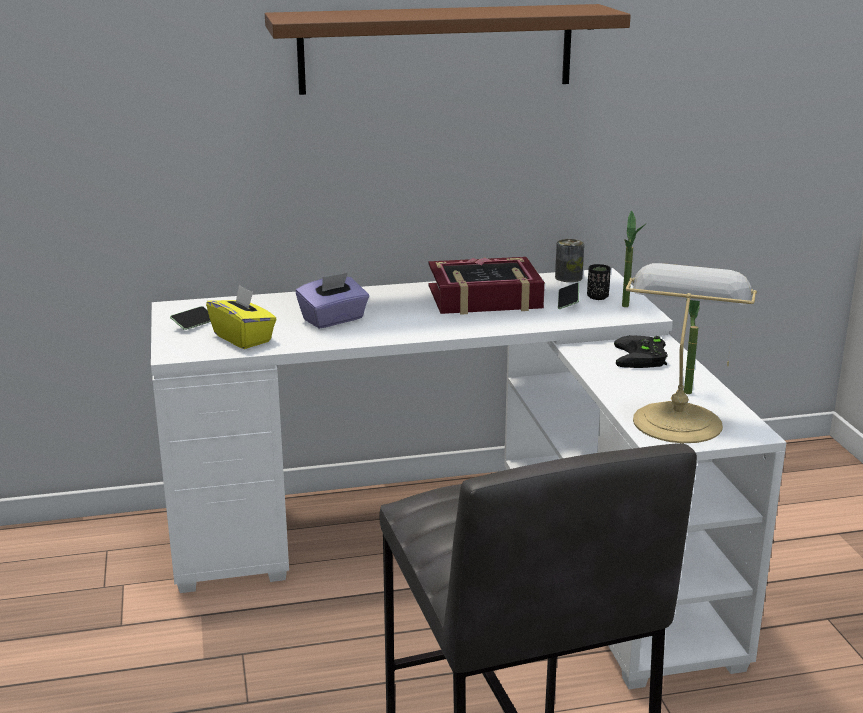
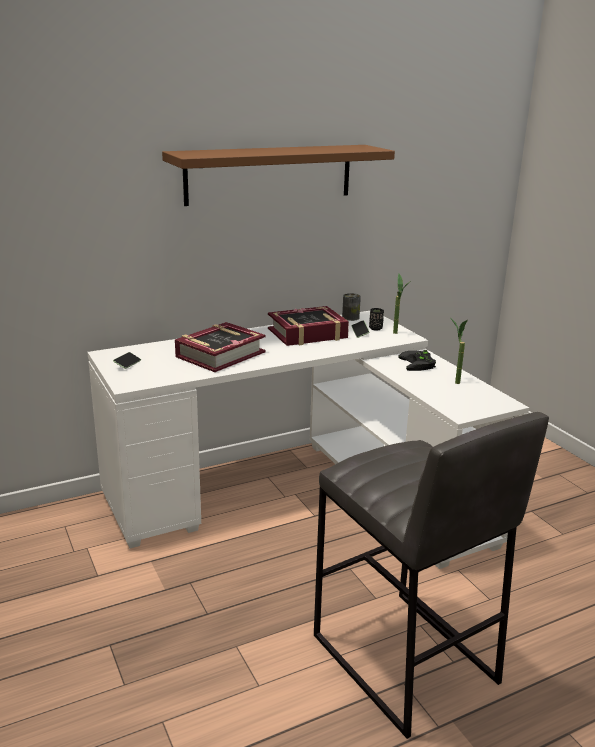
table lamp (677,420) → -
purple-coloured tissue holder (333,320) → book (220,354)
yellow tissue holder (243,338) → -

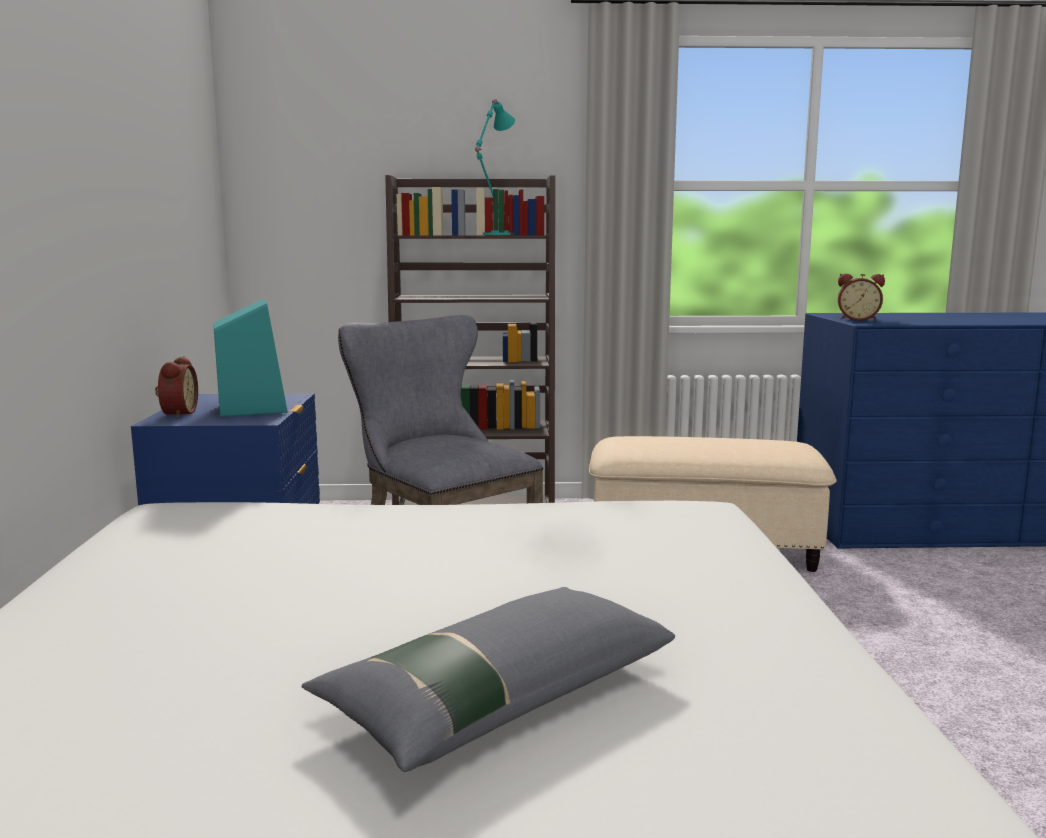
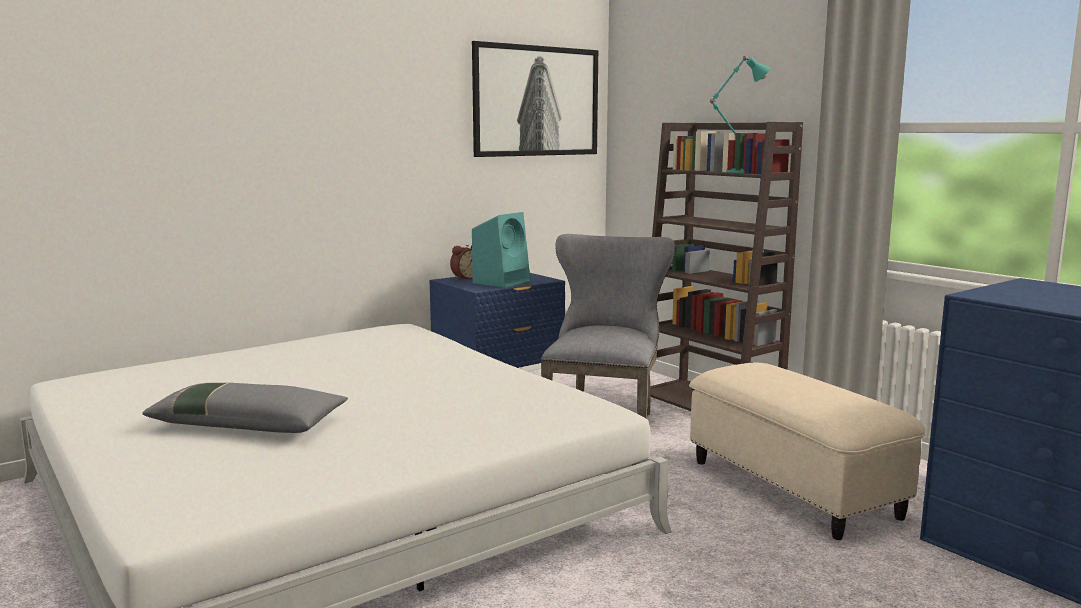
table clock (858,319) → -
- → wall picture (536,101)

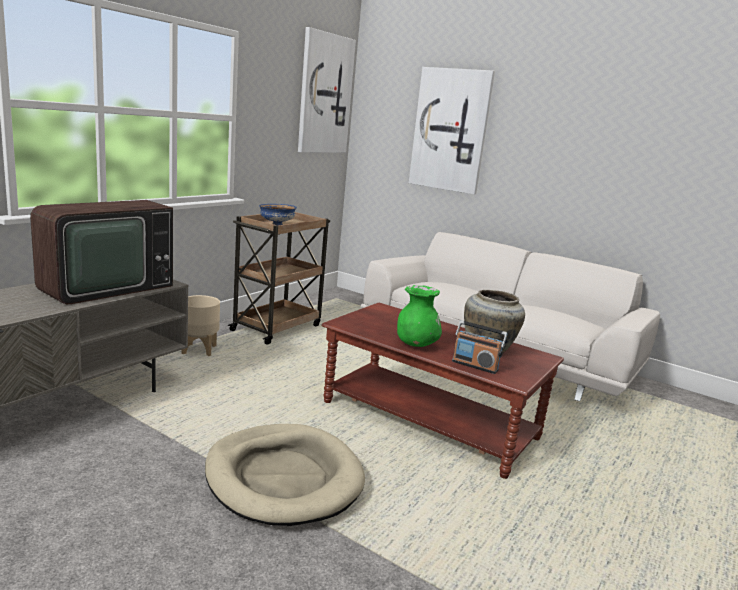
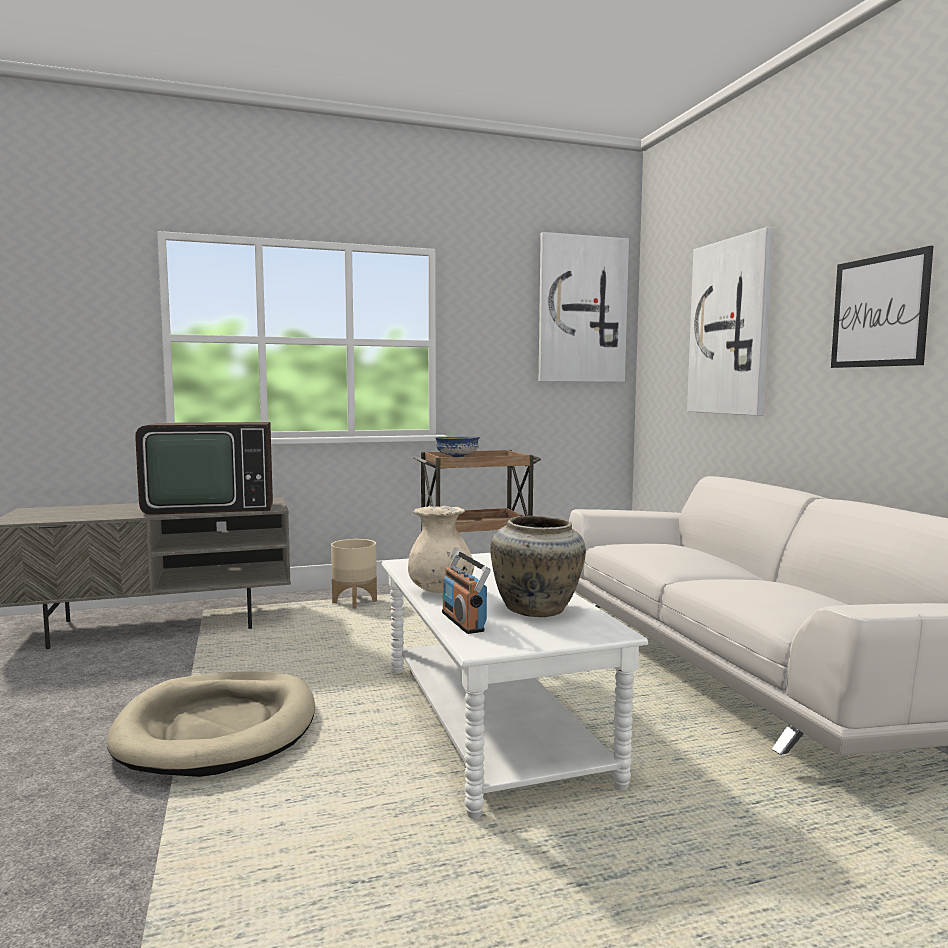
green-coloured vase (416,344) → beige vase (441,591)
brown low table (429,420) → whitish low table (490,721)
- → wall picture (879,311)

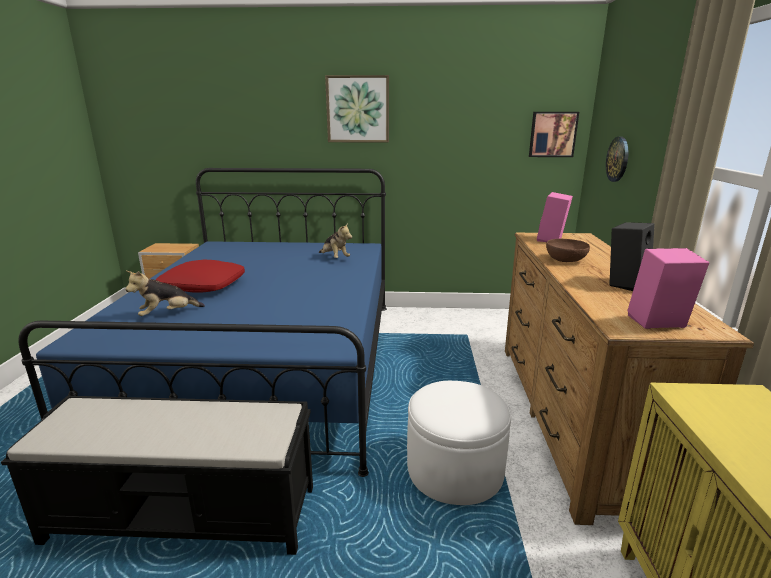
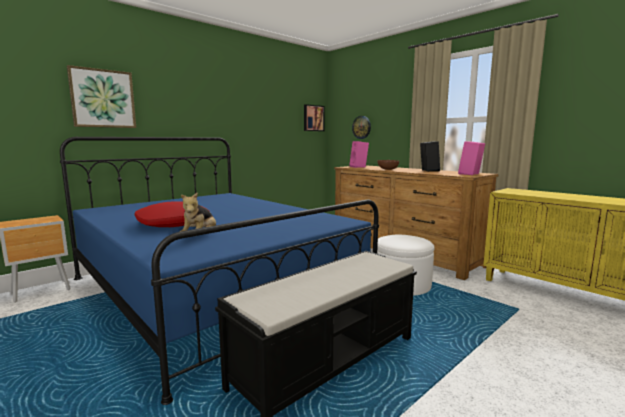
wall picture (358,109) → wall picture (103,98), move
soft toy (334,258) → -

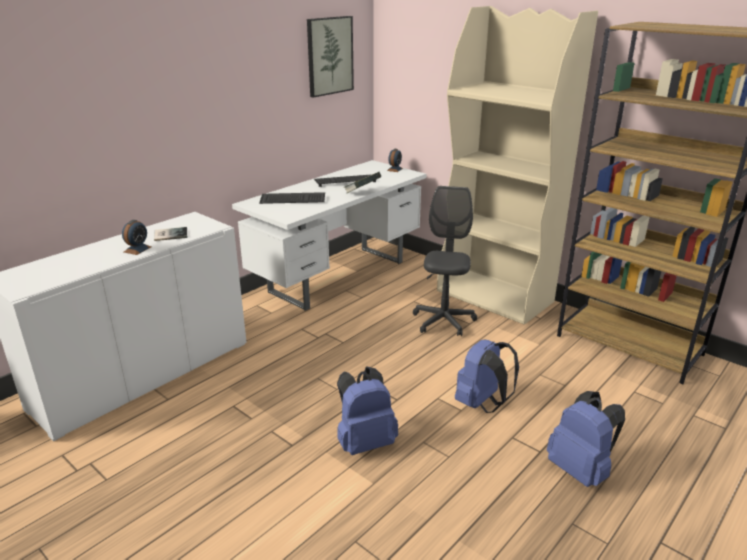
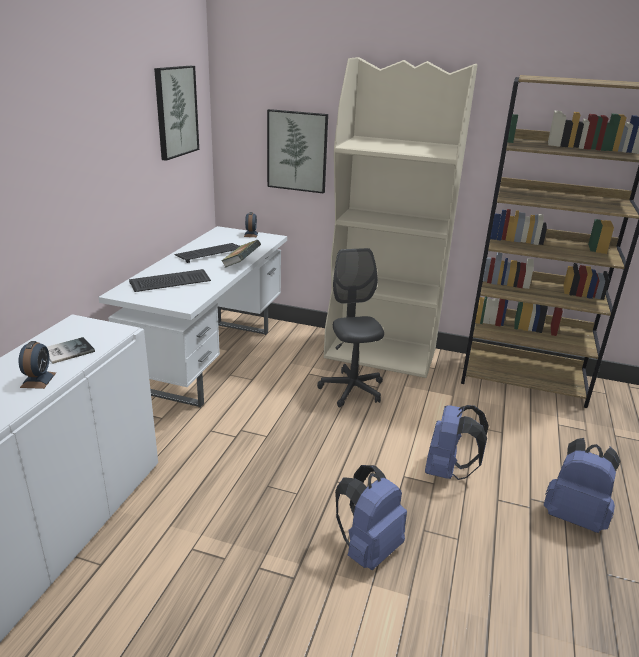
- → wall picture (297,151)

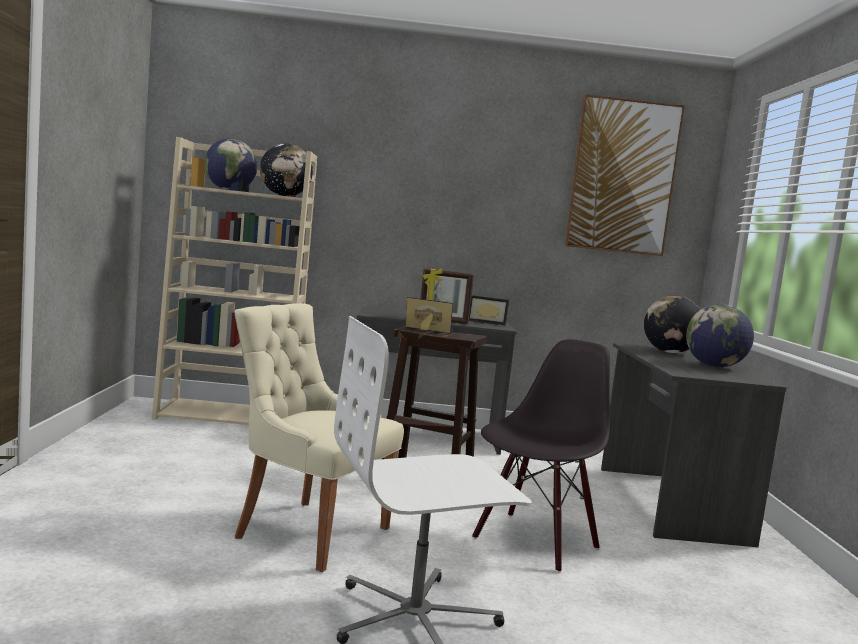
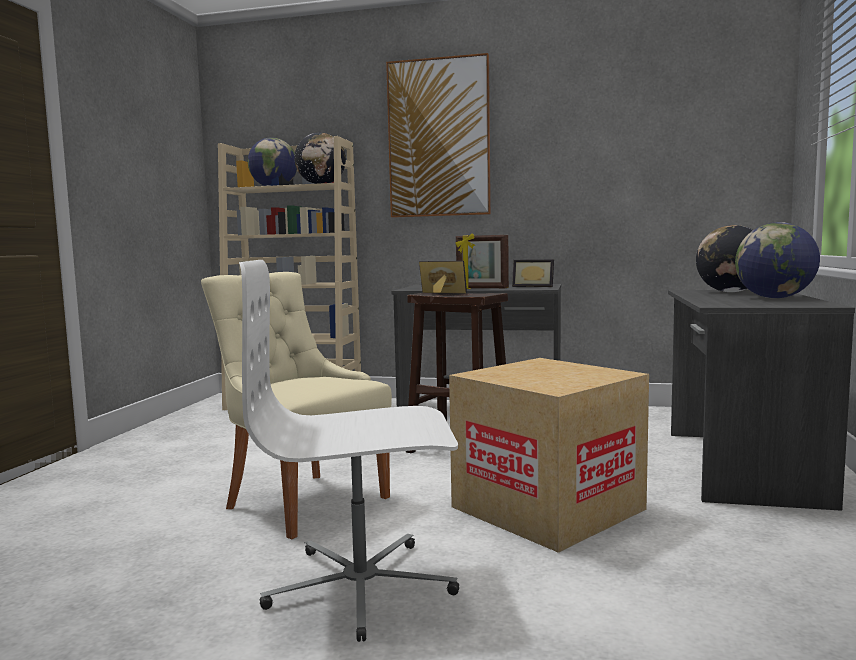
wall picture (622,176) → wall picture (439,138), move
blackish upright chair (534,542) → cardboard box (547,508)

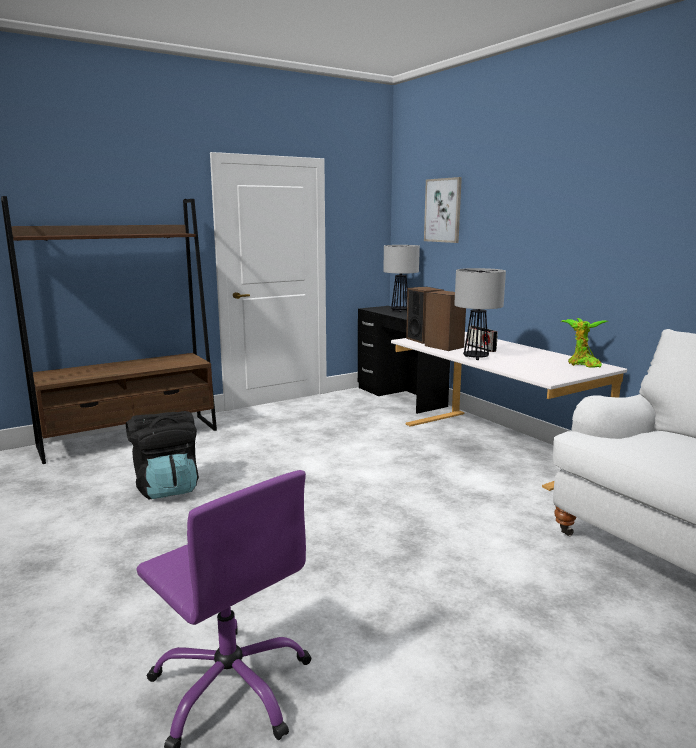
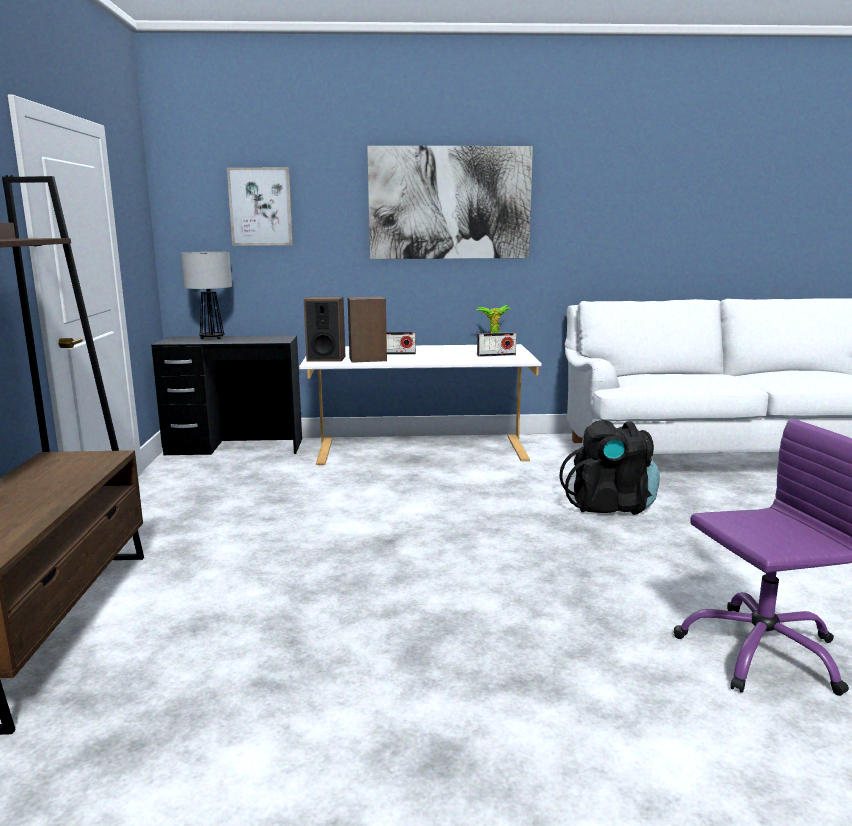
table lamp (475,357) → -
blackish backpack (167,488) → blackish backpack (610,505), move
- → wall picture (449,203)
- → radio set (496,355)

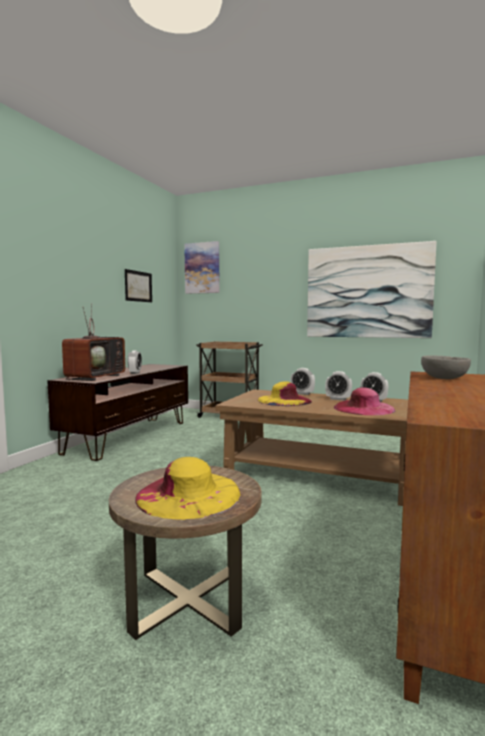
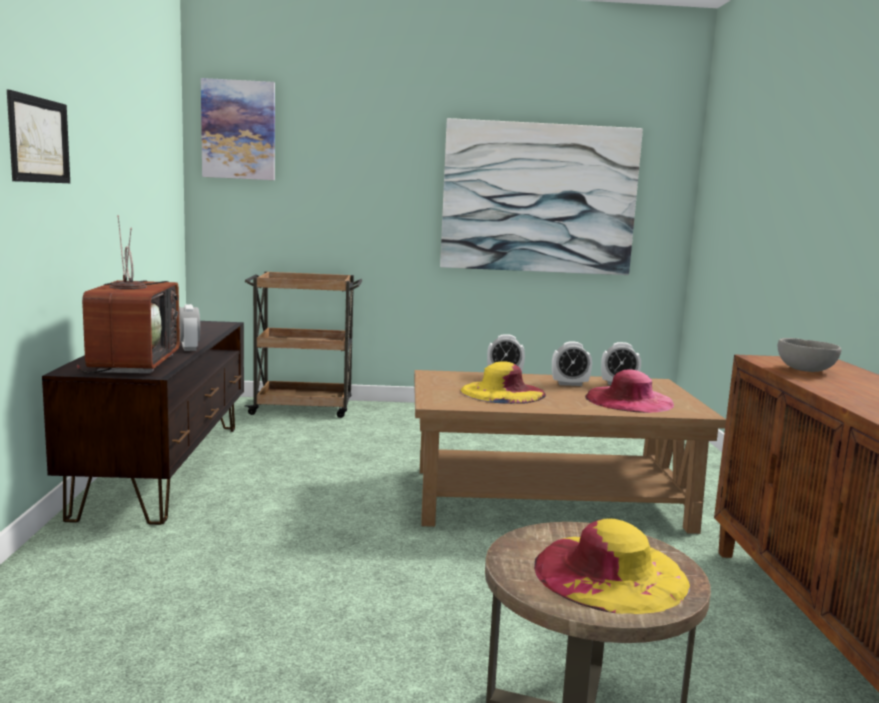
wall picture (138,286) → wall picture (39,140), move

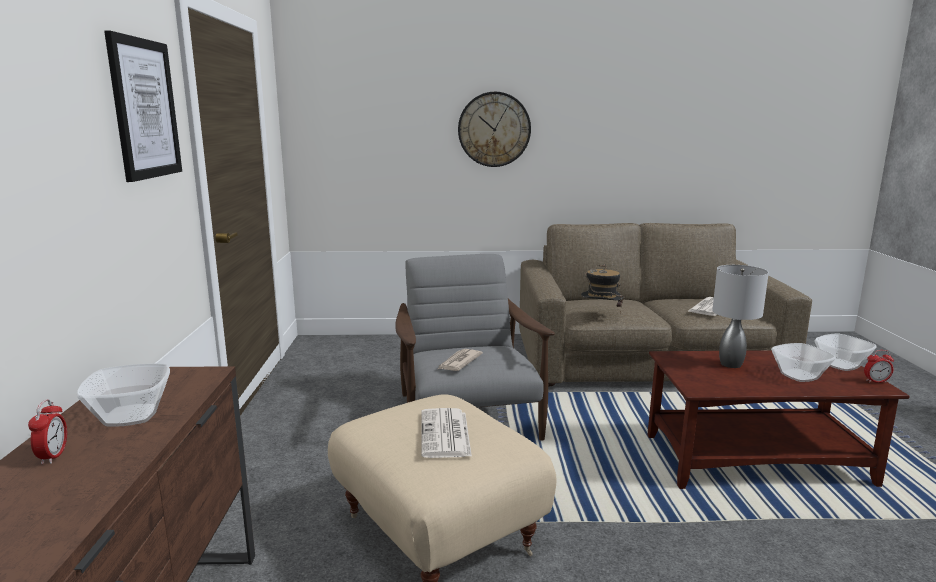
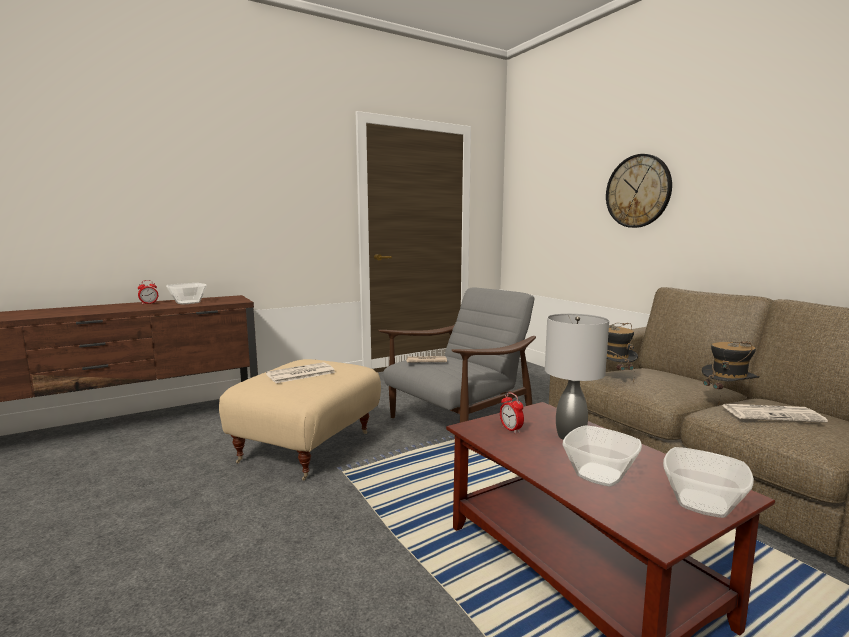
wall picture (145,109) → -
table clock (876,381) → table clock (511,429), move
- → wearable hat (726,399)

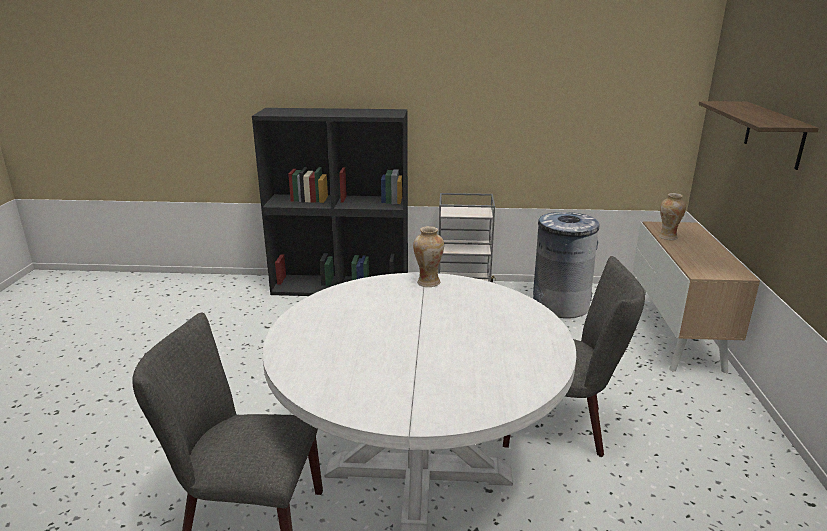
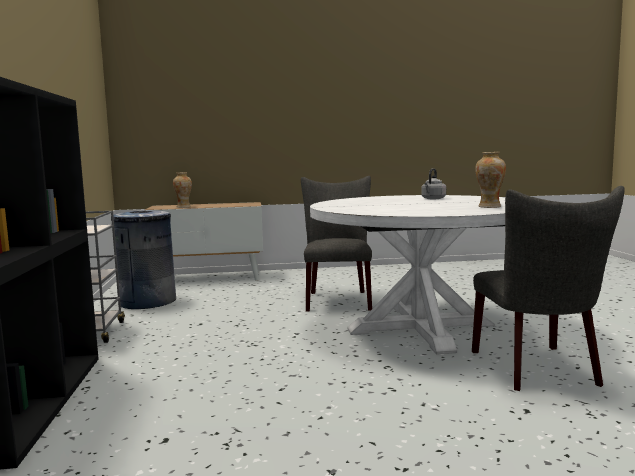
wall shelf (774,134) → -
vase (428,282) → vase (489,206), move
- → gray kettle (433,199)

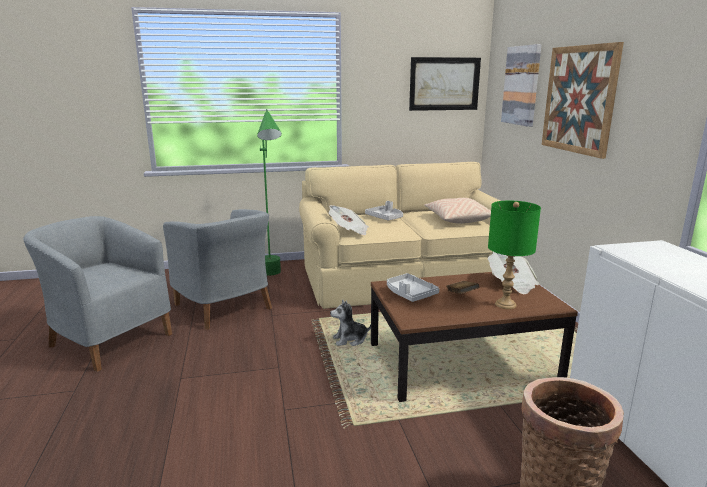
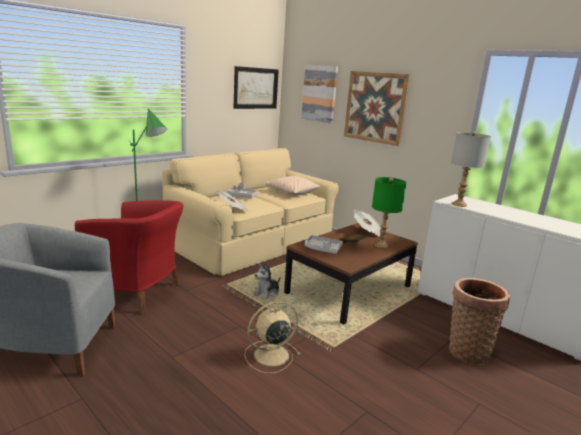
gray lounge chair (225,308) → reddish lounge chair (137,293)
- → gray table lamp (459,204)
- → beige electric fan (269,355)

